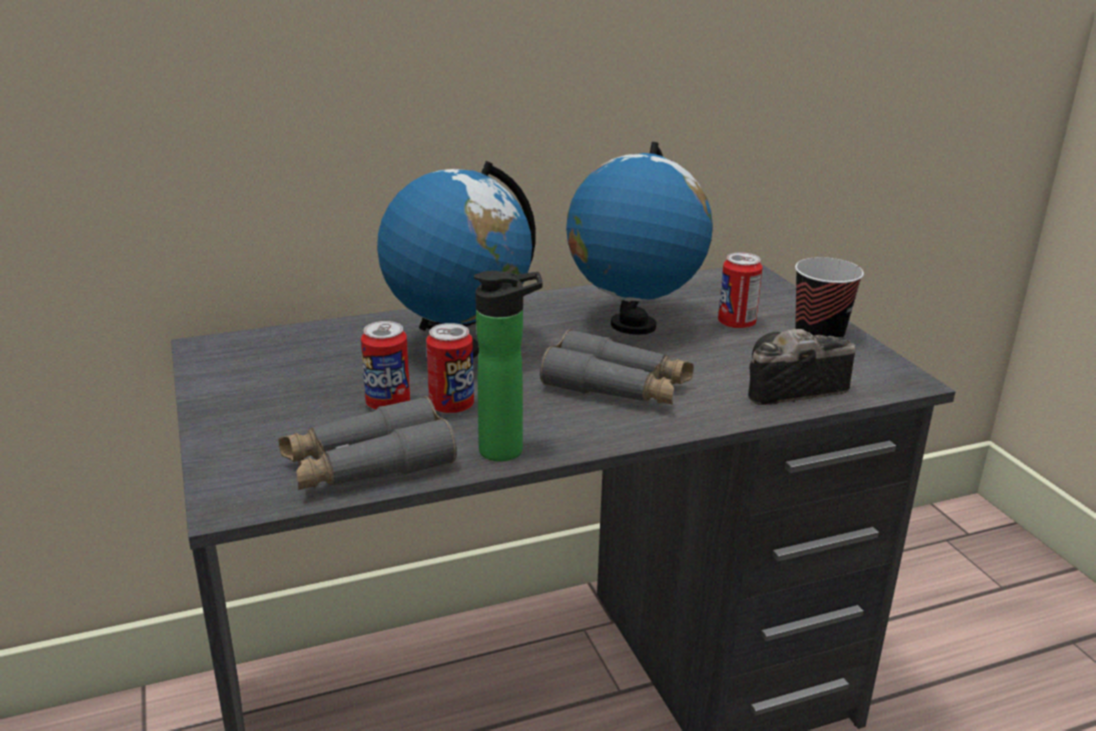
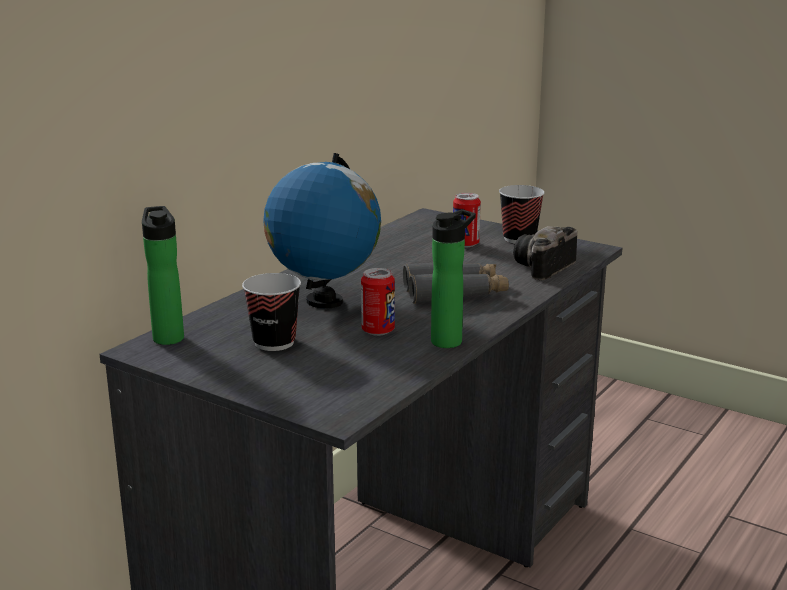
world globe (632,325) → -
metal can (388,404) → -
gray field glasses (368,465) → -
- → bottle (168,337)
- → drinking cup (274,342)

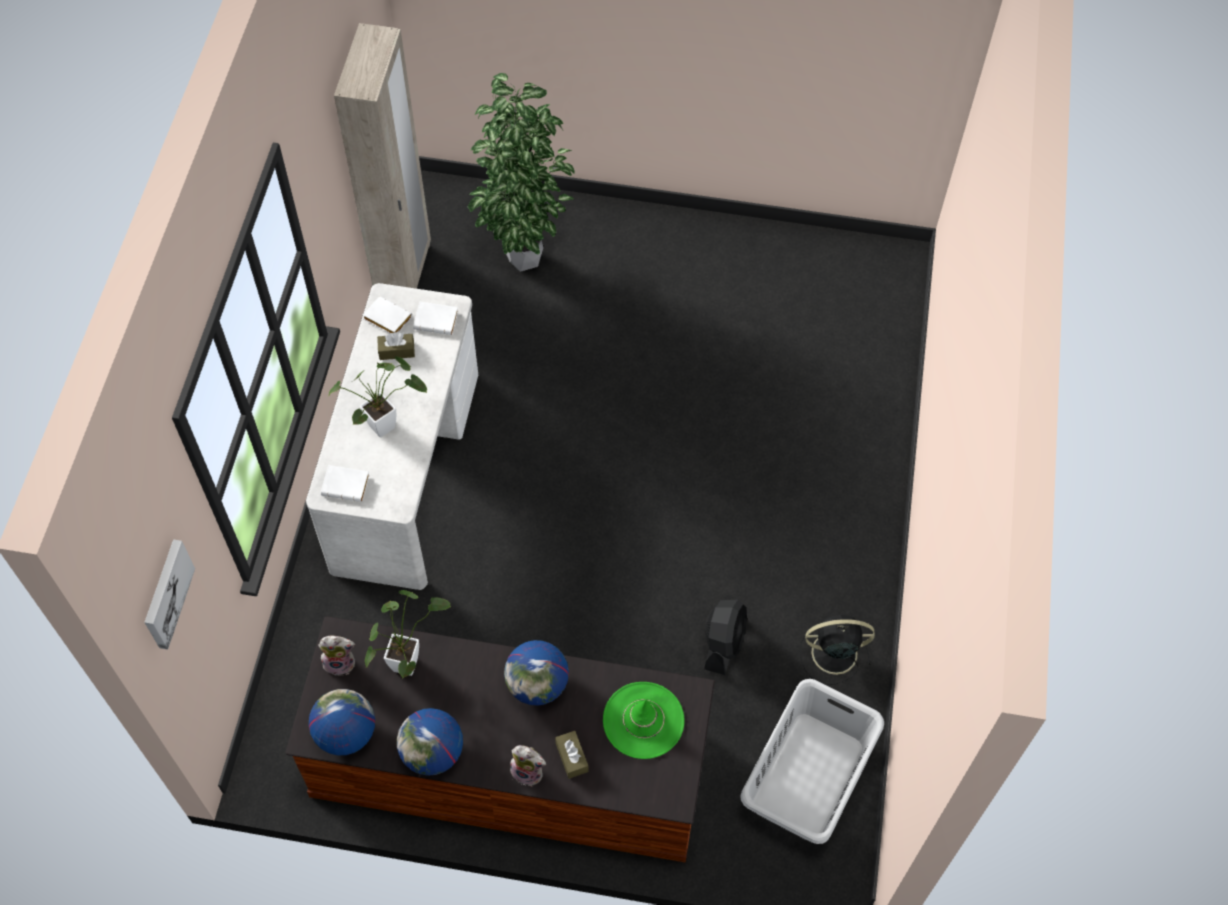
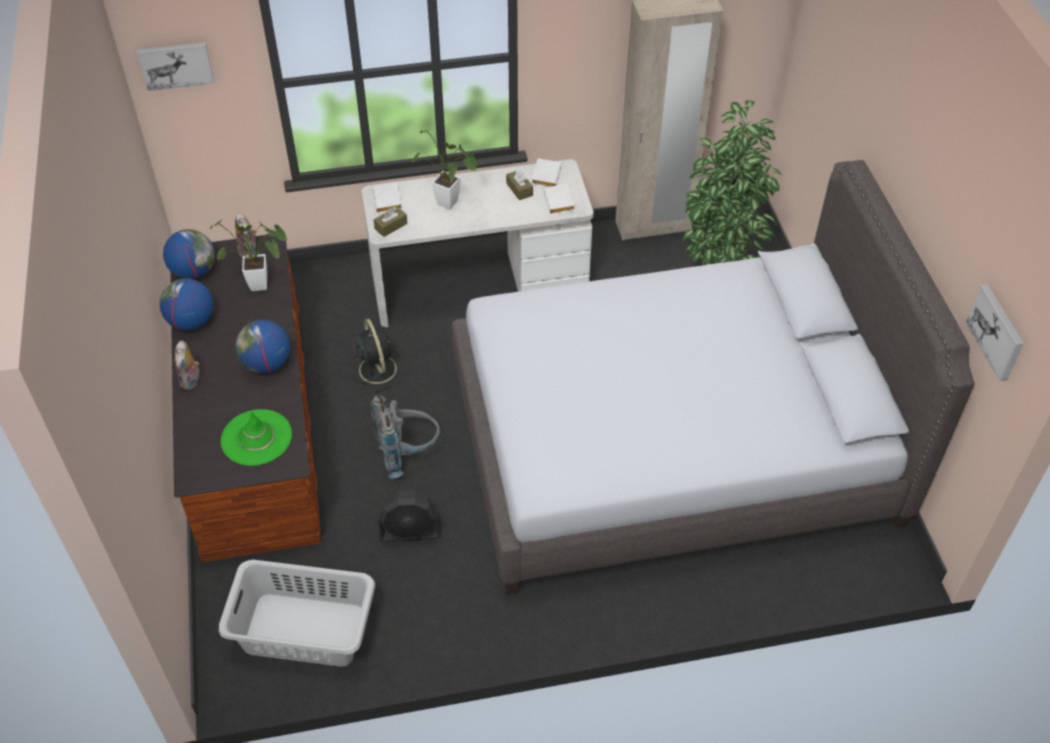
blackish electric fan (832,653) → blackish electric fan (377,368), move
brown tissue holder (572,757) → brown tissue holder (391,226), move
- → gray sleeping bed (671,445)
- → wall picture (997,332)
- → gray backpack (408,453)

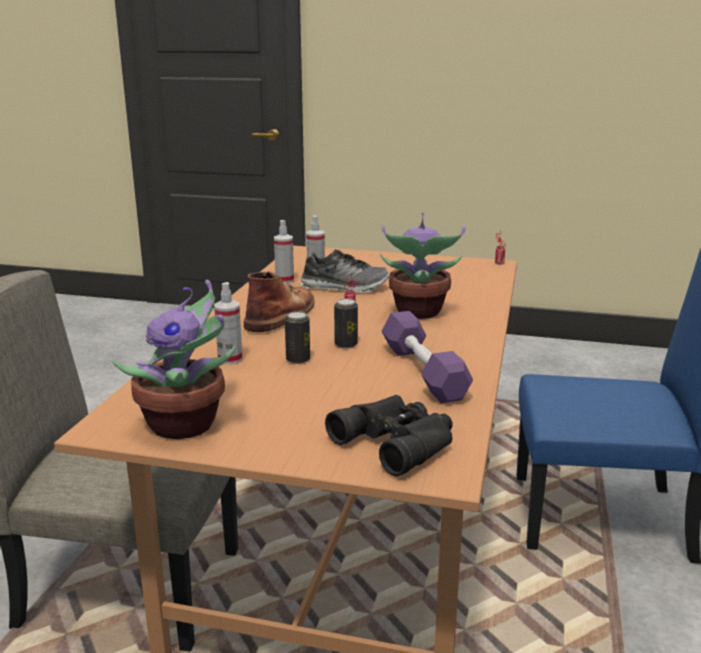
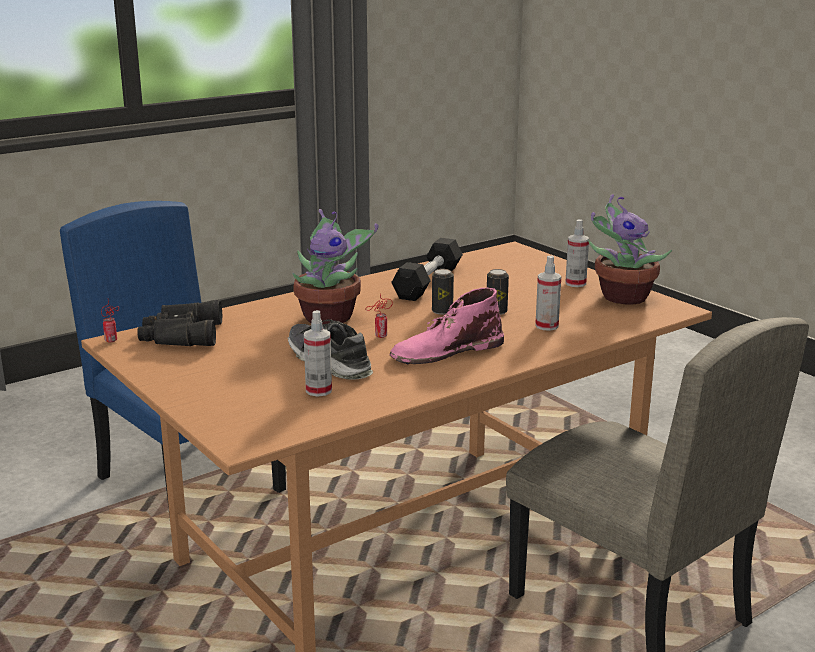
sprayer (284,280) → sprayer (575,283), move
brown boot (282,315) → pink boot (445,351)
purple-coloured hand weight (423,372) → blackish hand weight (428,282)
blackish field glasses (398,441) → blackish field glasses (180,335), move

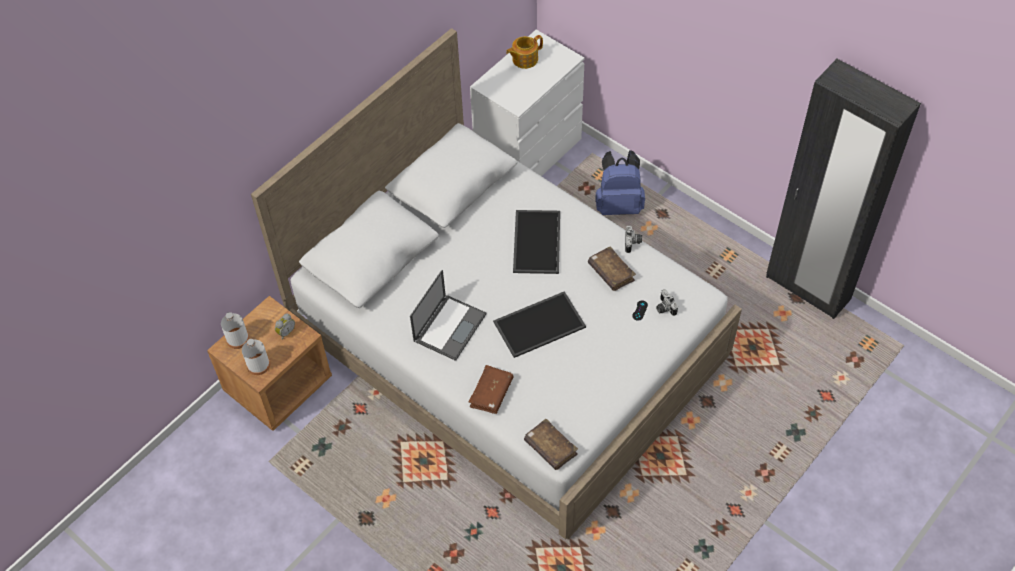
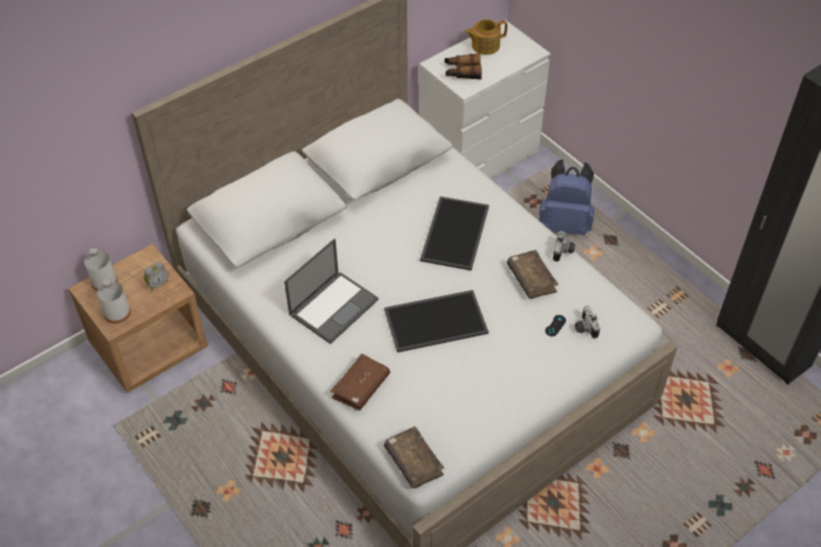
- → field glasses (462,72)

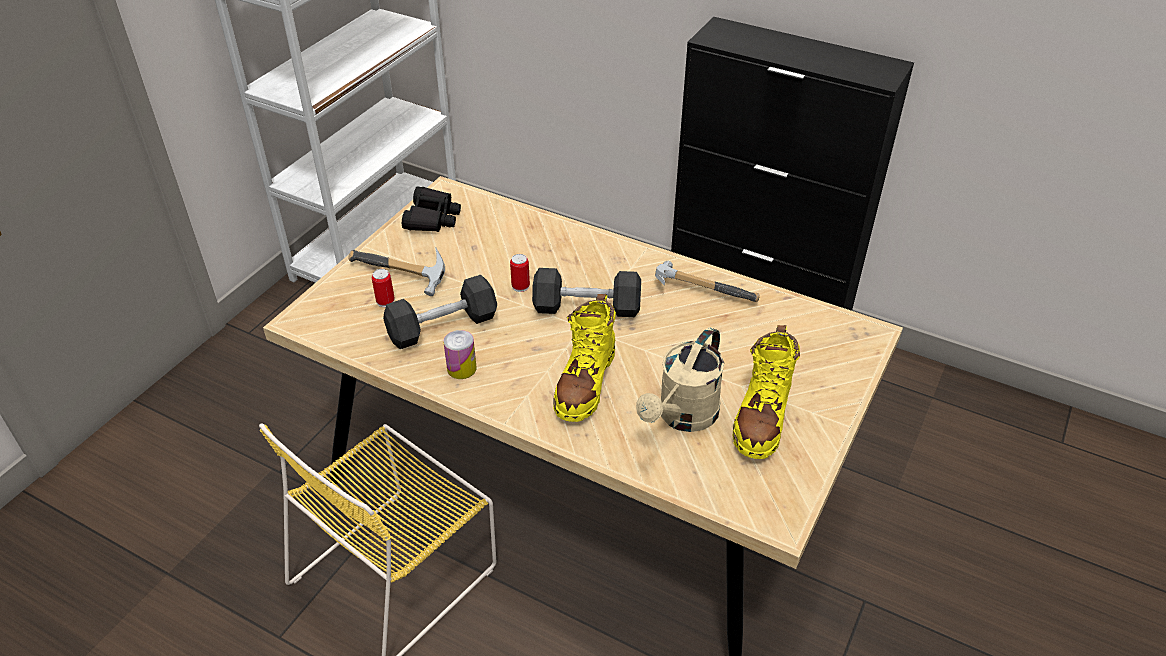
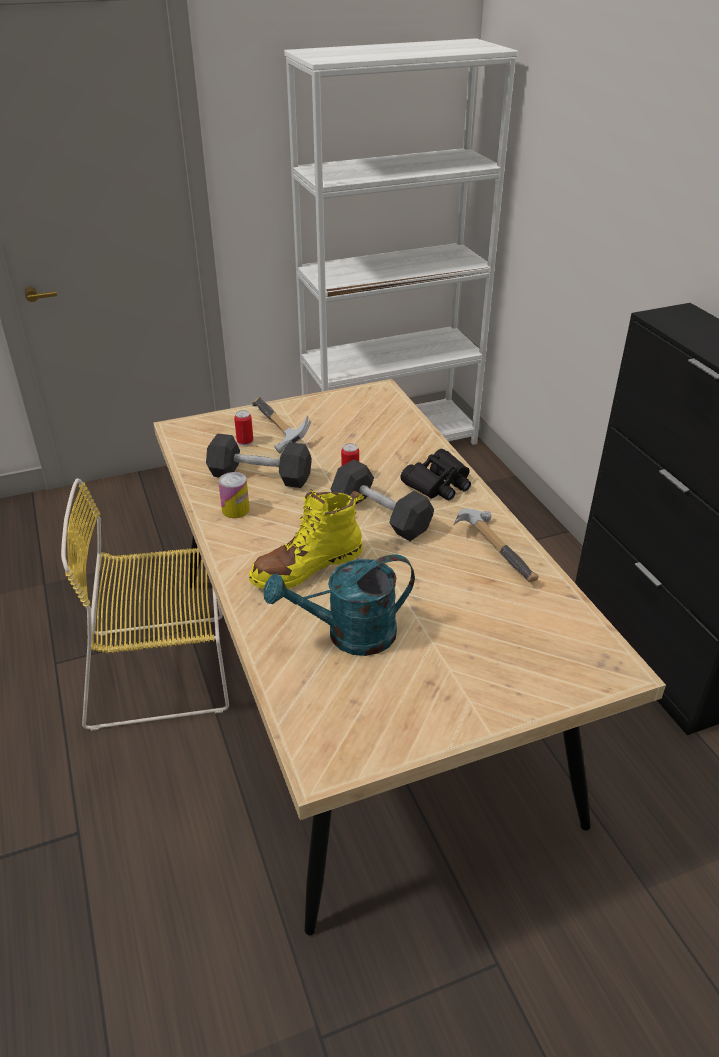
blackish field glasses (432,218) → blackish field glasses (438,484), move
yellow boot (762,417) → -
beige sprinkling can (682,417) → turquoise-coloured sprinkling can (349,635)

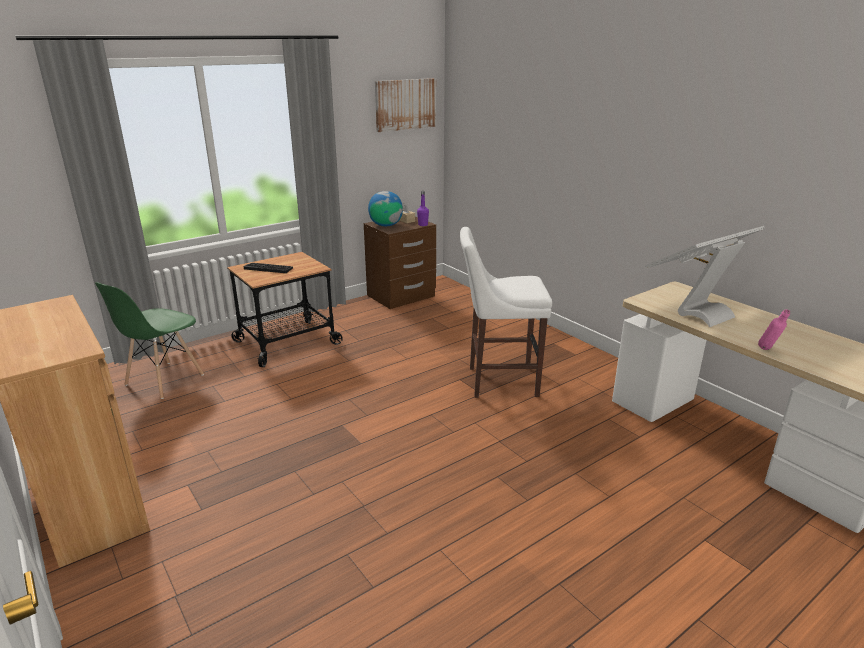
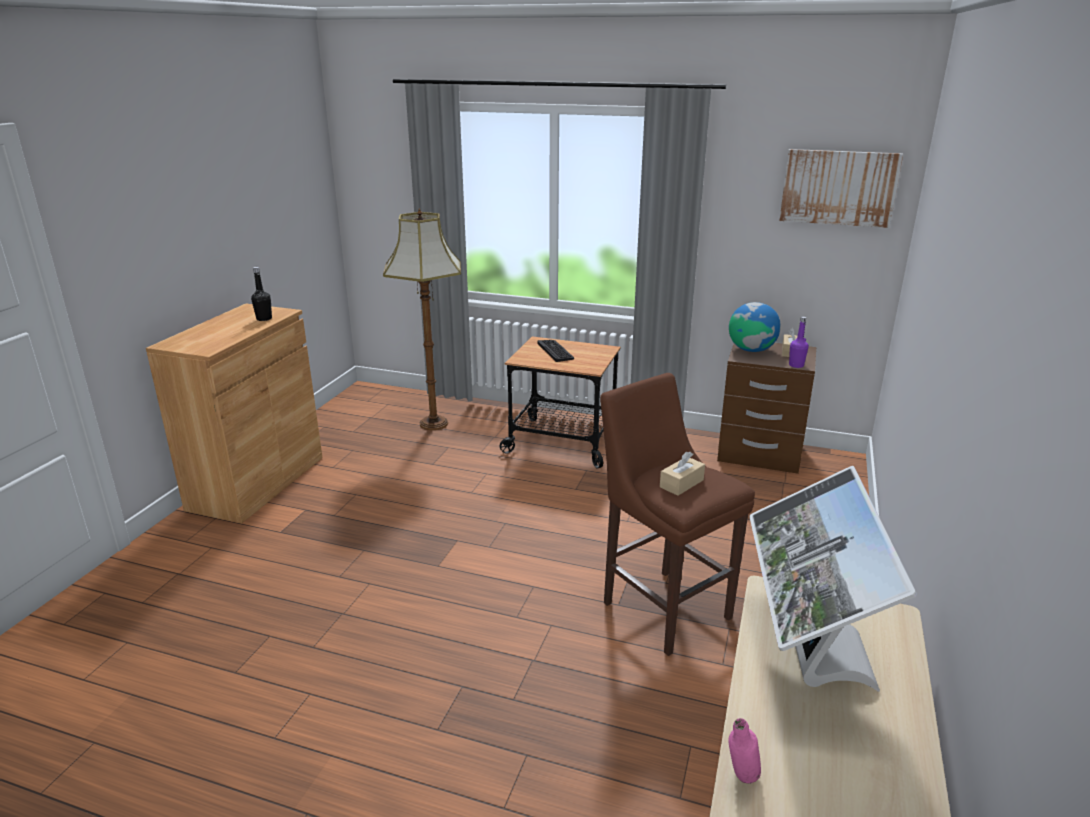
computer screen (694,311) → computer screen (805,657), 105 degrees counterclockwise
whitish sitting stool (498,381) → brown sitting stool (662,606)
green-coloured upright chair (164,380) → floor lamp (432,424)
- → blackish bottle (264,319)
- → beige tissue holder (681,483)

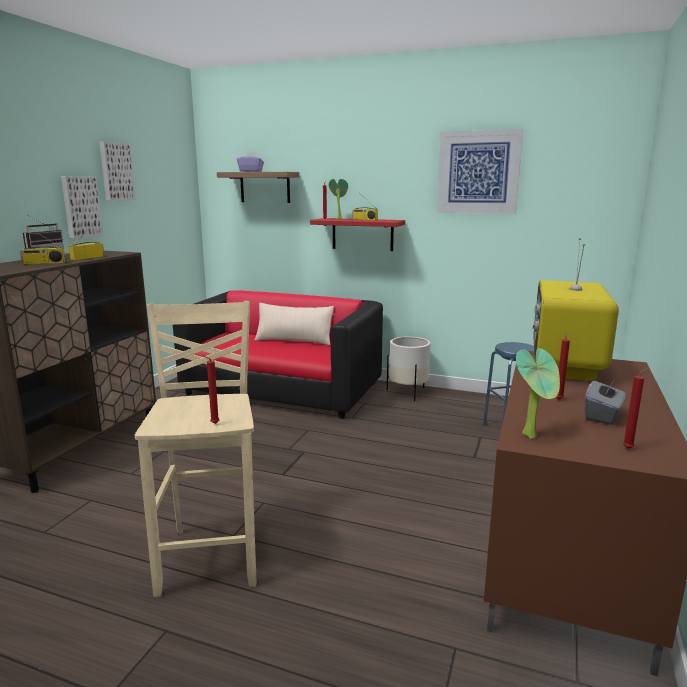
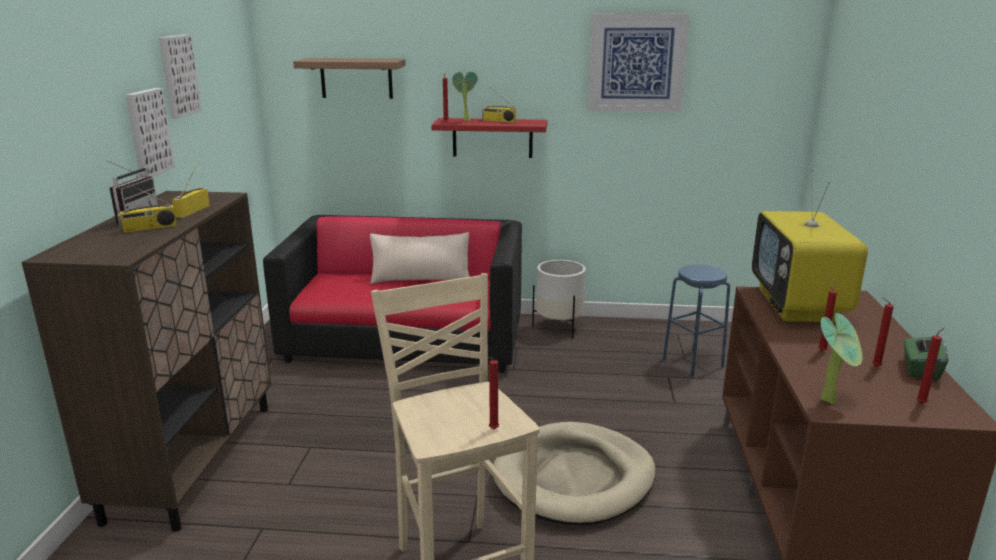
purple-coloured tissue holder (251,171) → -
gray tissue holder (602,416) → reddish candle (874,366)
- → green-coloured tissue holder (920,369)
- → beige dog cushion (574,478)

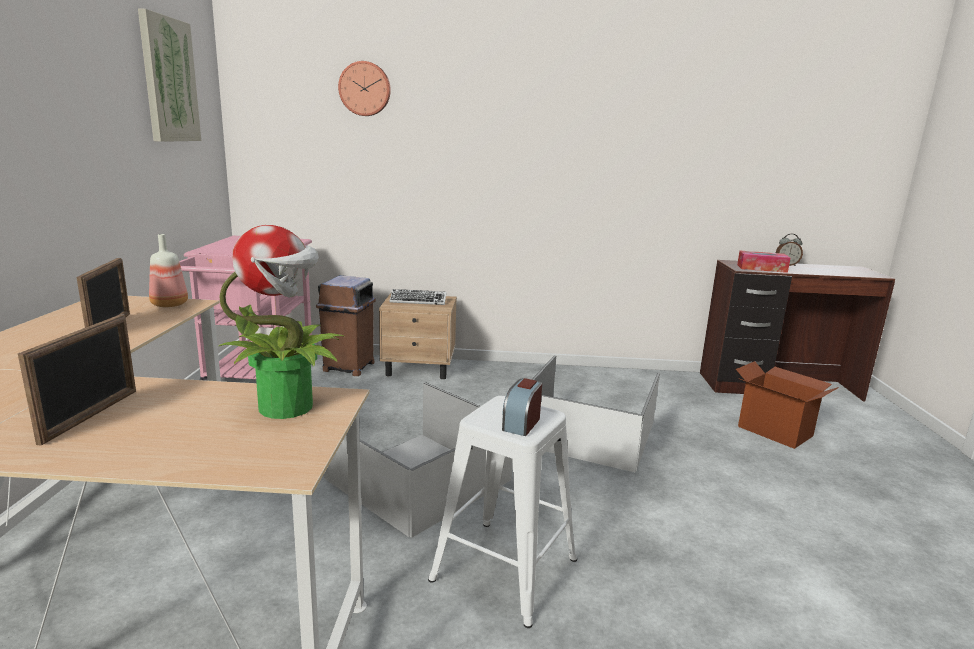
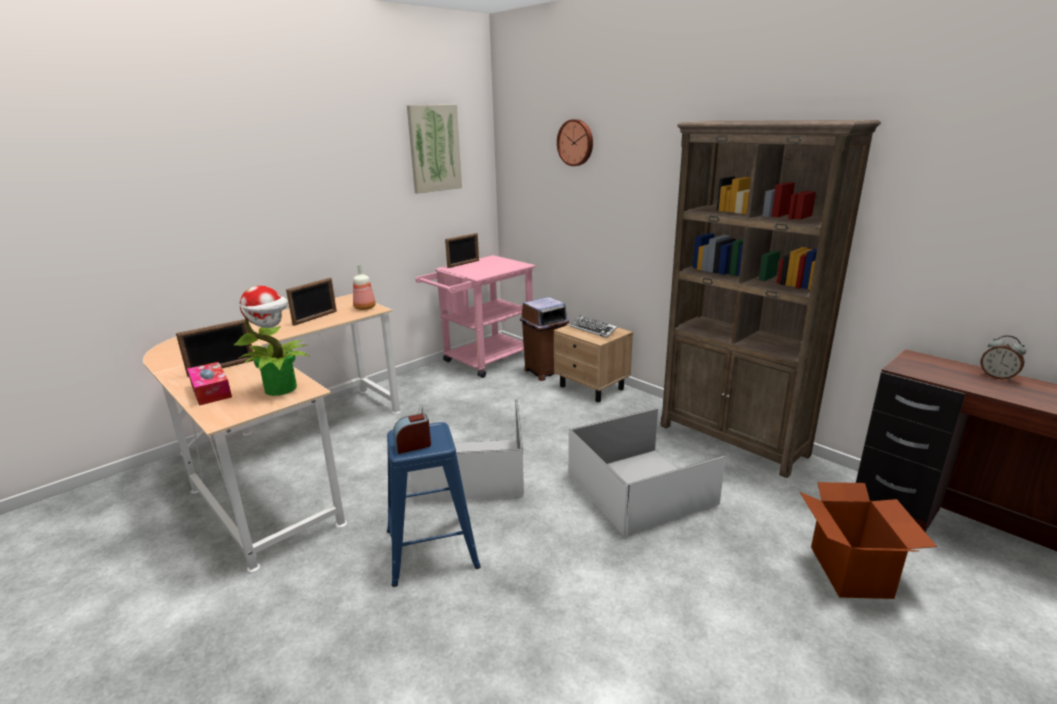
tissue holder (761,268) → tissue holder (211,391), move
whitish sitting stool (505,570) → blue sitting stool (430,549)
- → brown shelving unit (733,440)
- → photo frame (463,264)

